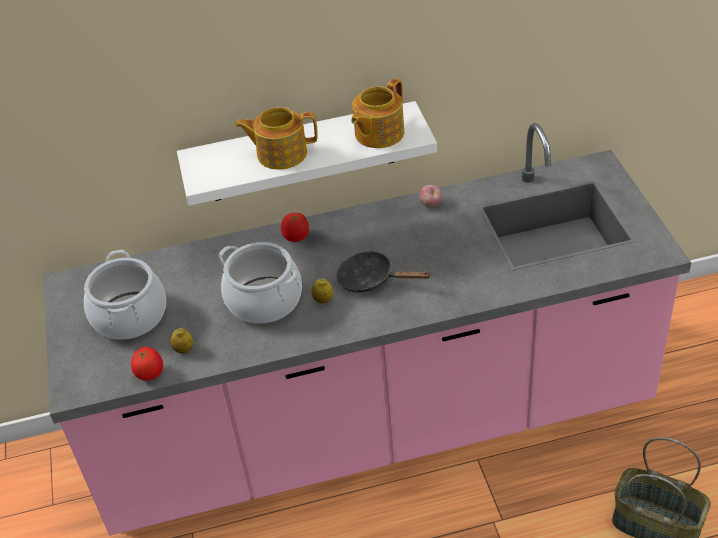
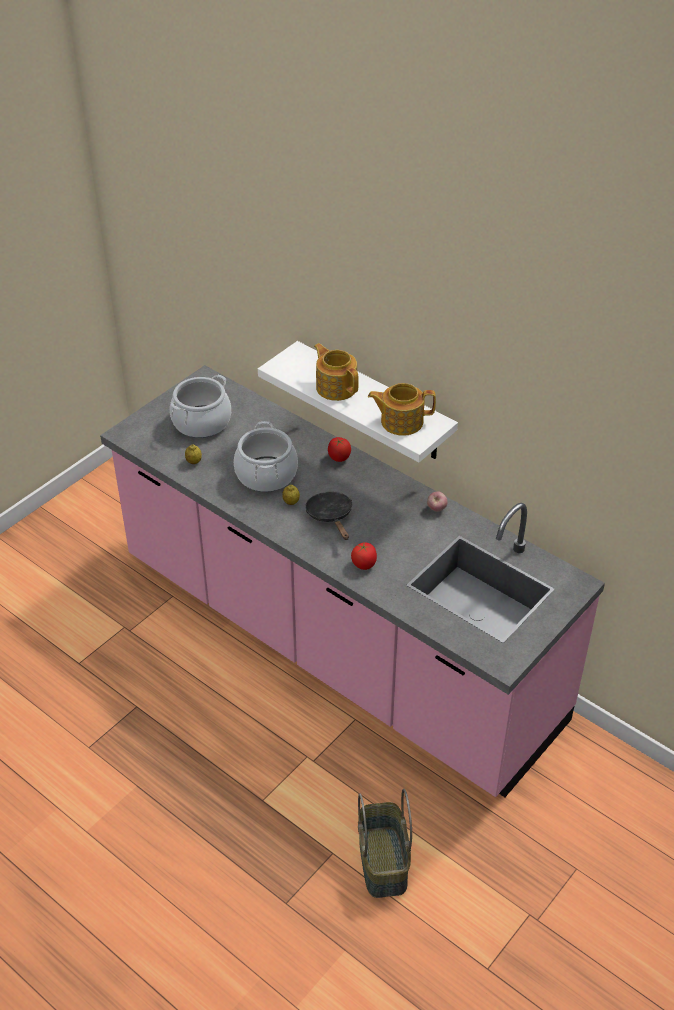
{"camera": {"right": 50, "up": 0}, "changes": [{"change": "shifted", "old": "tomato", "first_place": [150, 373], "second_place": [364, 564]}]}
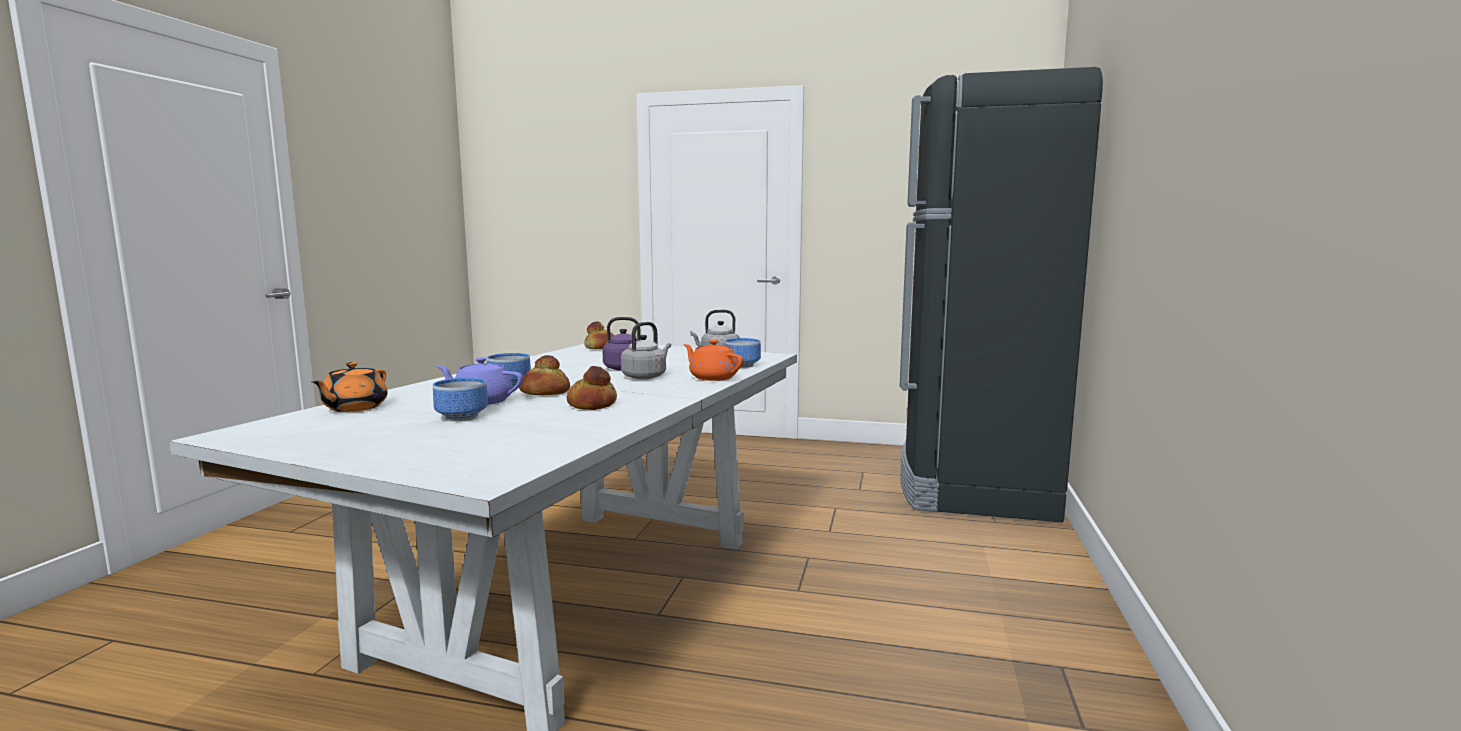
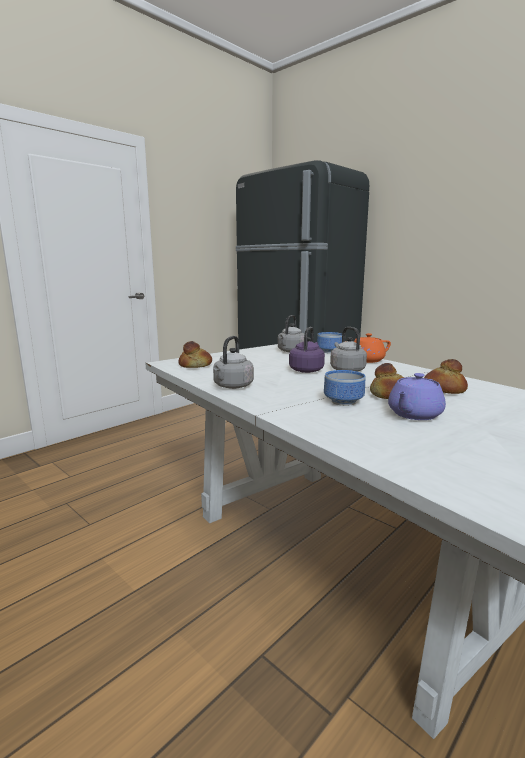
{"camera": {"right": -60, "up": 5}, "changes": [{"change": "gone", "old": "teapot in orange", "first_place": [354, 408]}, {"change": "gone", "old": "bowl", "first_place": [463, 416]}, {"change": "new", "new": "kettle in grey", "second_place": [232, 386]}]}
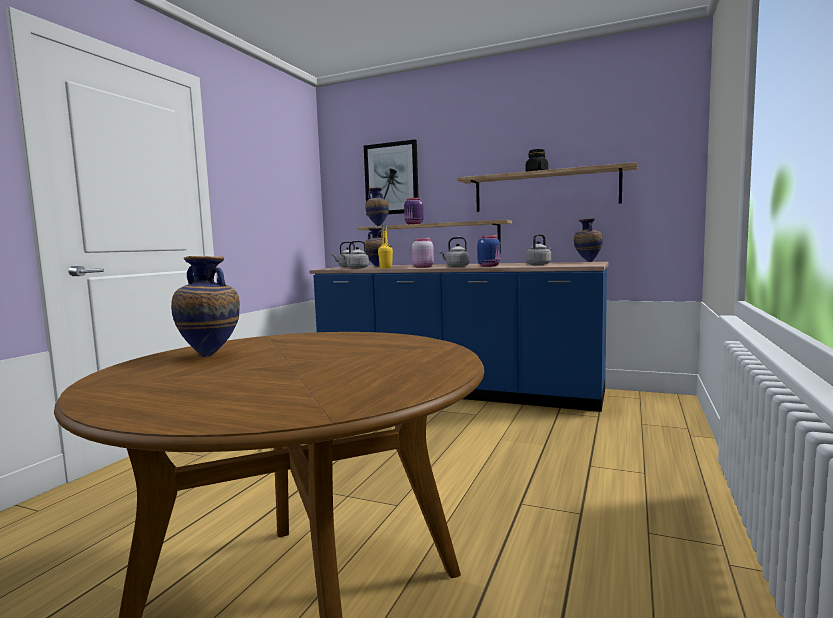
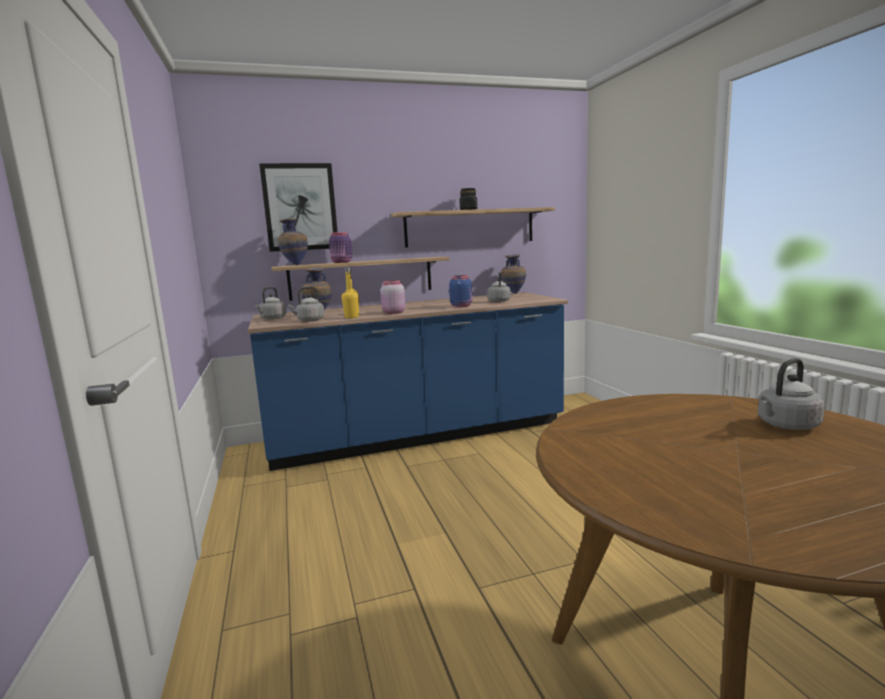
{"camera": {"right": -40, "up": 5}, "changes": [{"change": "shifted", "old": "kettle in grey", "first_place": [456, 266], "second_place": [786, 426]}, {"change": "gone", "old": "vase", "first_place": [211, 355]}]}
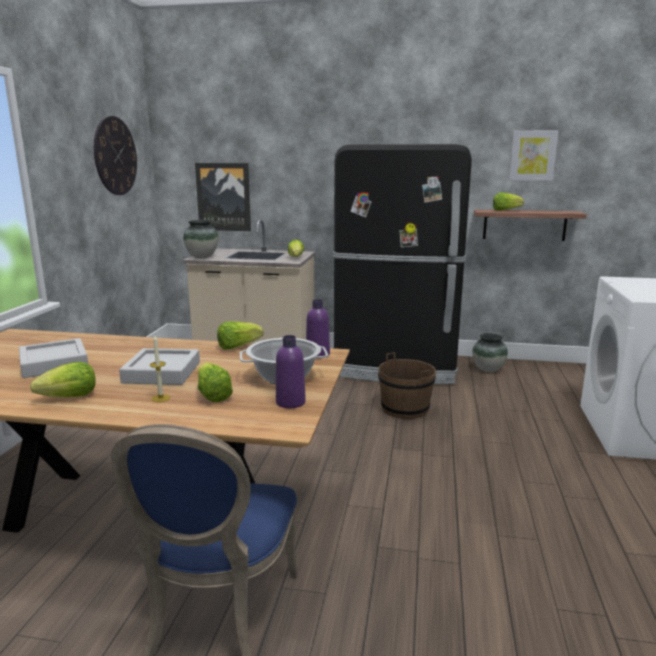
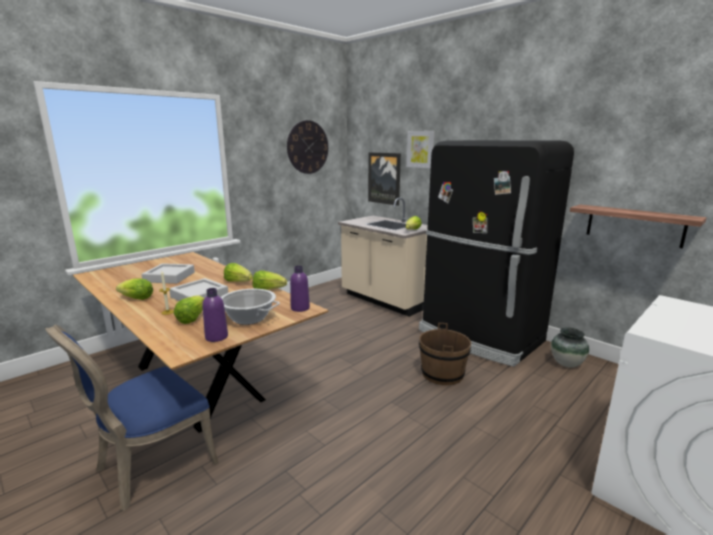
{"camera": {"right": 35, "up": 0}, "changes": [{"change": "shifted", "old": "picture", "first_place": [533, 155], "second_place": [420, 149]}, {"change": "shifted", "old": "lettuce", "first_place": [505, 210], "second_place": [238, 282]}, {"change": "gone", "old": "vase", "first_place": [202, 257]}]}
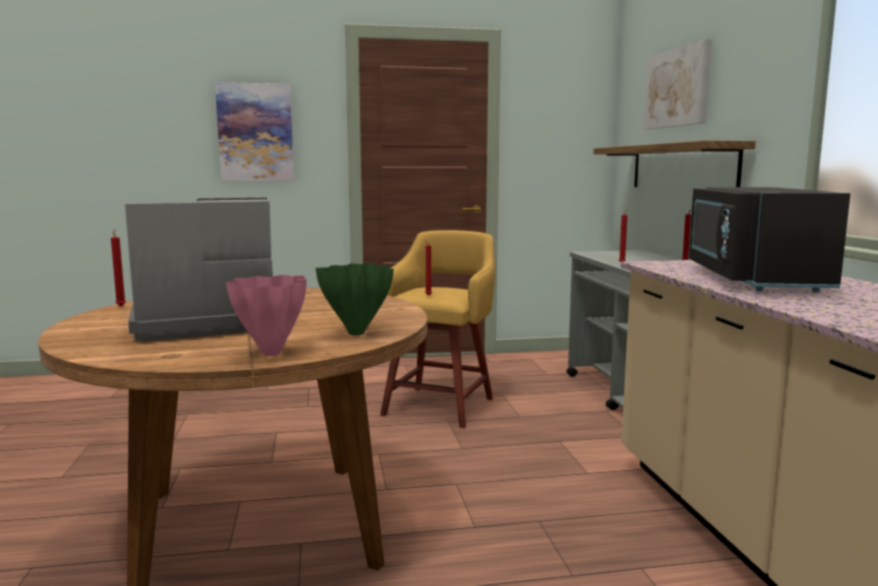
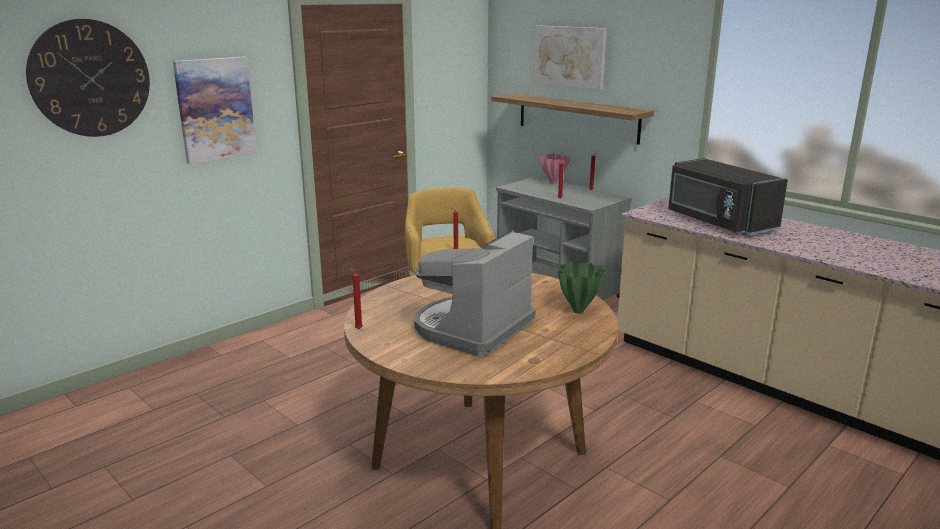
{"camera": {"right": -35, "up": 10}, "changes": [{"change": "shifted", "old": "vase in pink", "first_place": [270, 353], "second_place": [553, 183]}, {"change": "new", "new": "wall clock", "second_place": [90, 78]}]}
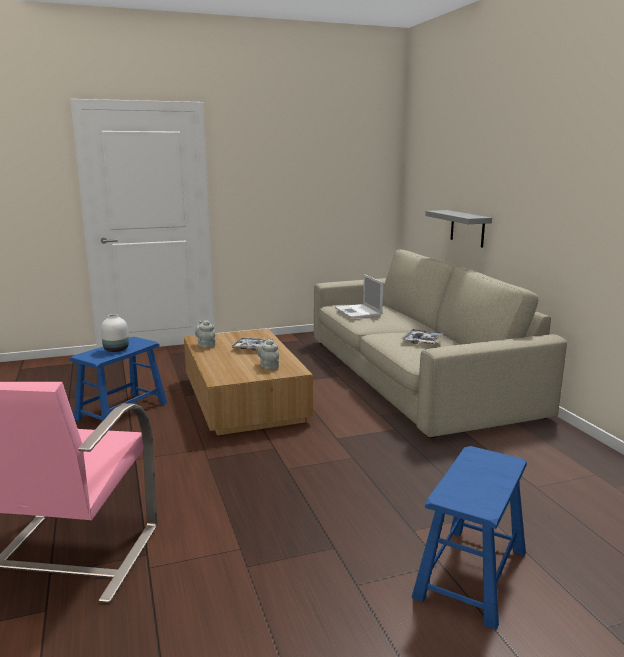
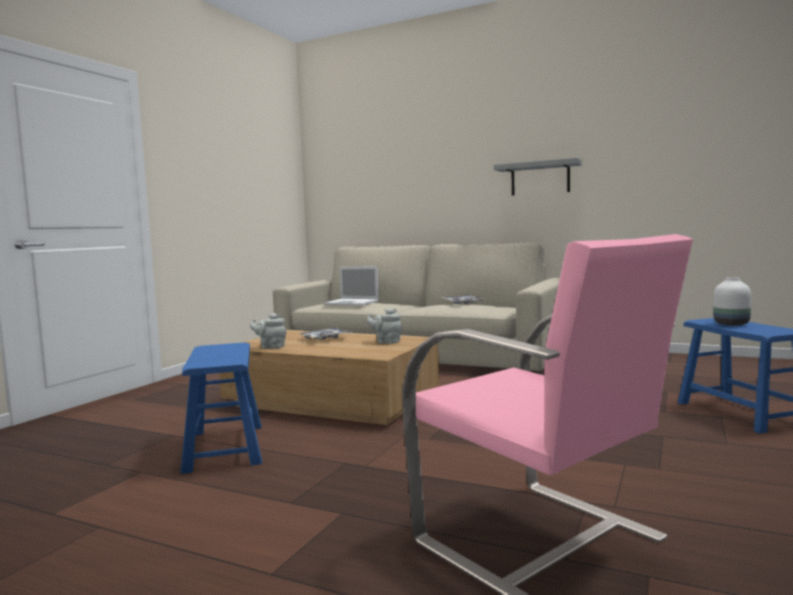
{"camera": {"right": -45, "up": -10}, "changes": [{"change": "shifted", "old": "shelf in grey", "first_place": [467, 228], "second_place": [540, 178]}, {"change": "shifted", "old": "vase in white", "first_place": [115, 349], "second_place": [730, 324]}]}
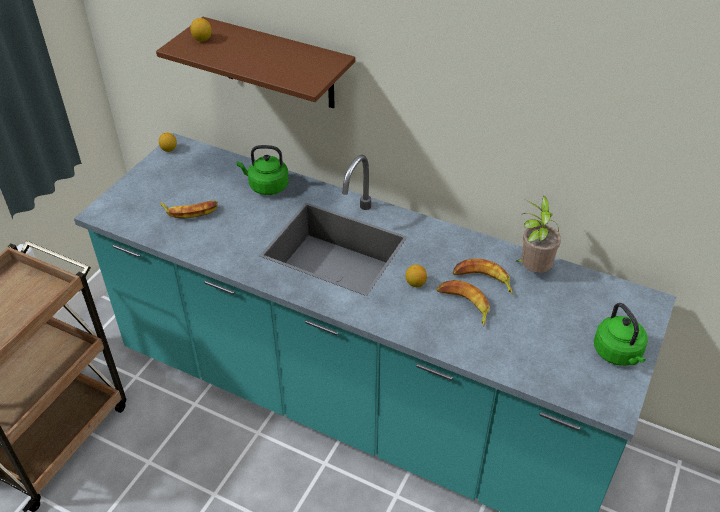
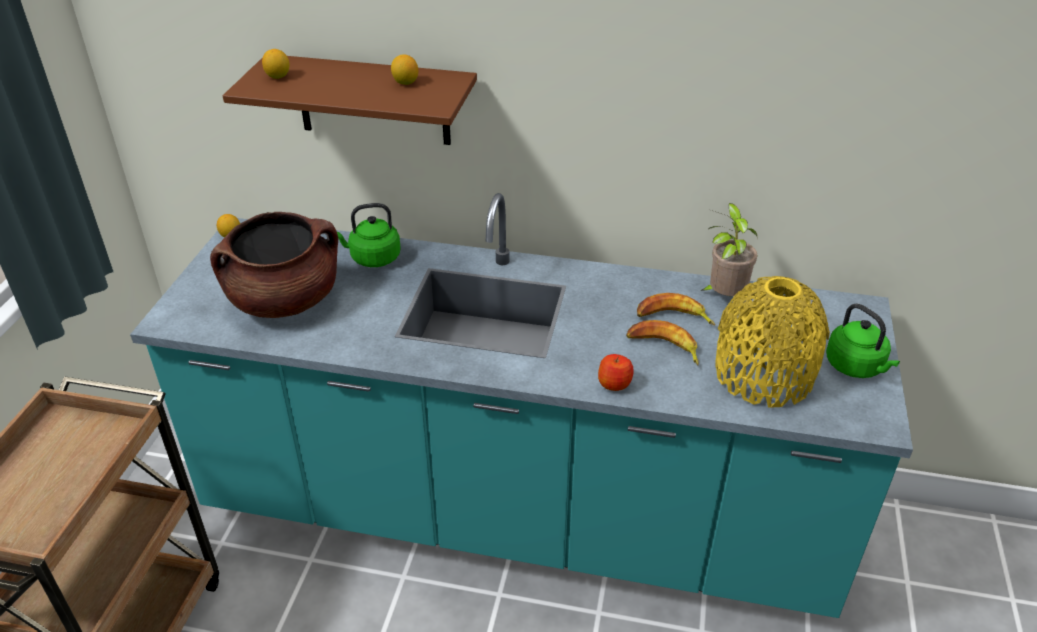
{"camera": {"right": -15, "up": -5}, "changes": [{"change": "swapped", "old": "banana", "new": "cooking pot in brown", "first_place": [190, 211], "second_place": [285, 300]}, {"change": "shifted", "old": "lemon", "first_place": [415, 283], "second_place": [405, 82]}, {"change": "new", "new": "vase in yellow", "second_place": [763, 374]}, {"change": "new", "new": "apple", "second_place": [614, 383]}]}
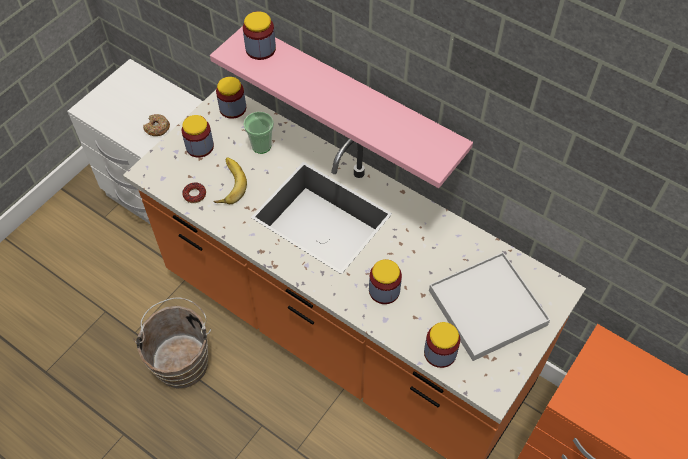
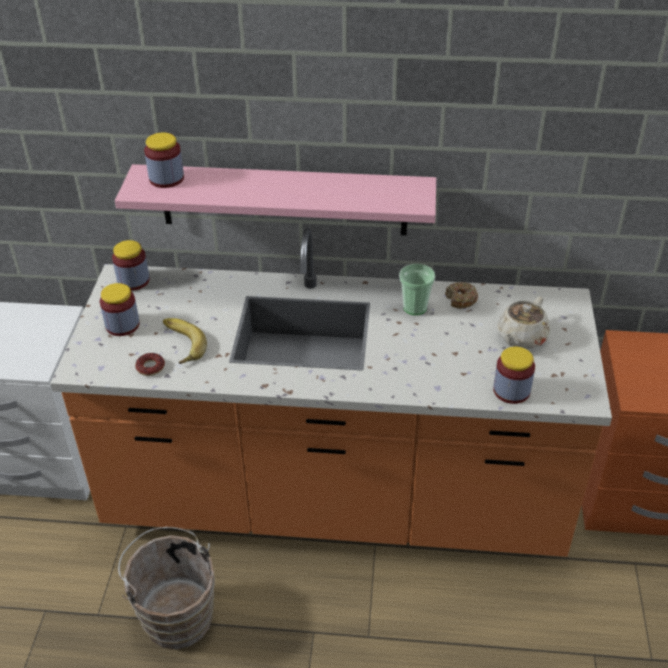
{"camera": {"right": -30, "up": -15}, "changes": [{"change": "shifted", "old": "cup", "first_place": [261, 146], "second_place": [415, 307]}, {"change": "shifted", "old": "donut", "first_place": [157, 128], "second_place": [461, 299]}, {"change": "swapped", "old": "tray in white", "new": "teapot in beige", "first_place": [487, 307], "second_place": [521, 337]}, {"change": "gone", "old": "jar", "first_place": [384, 290]}]}
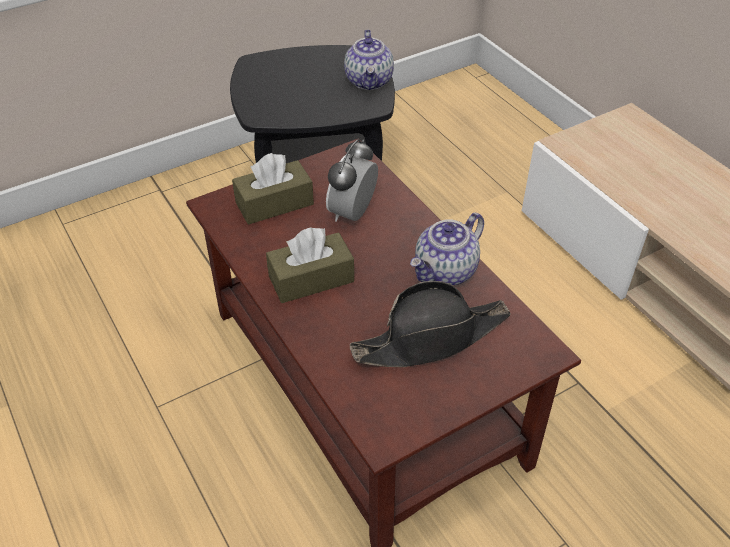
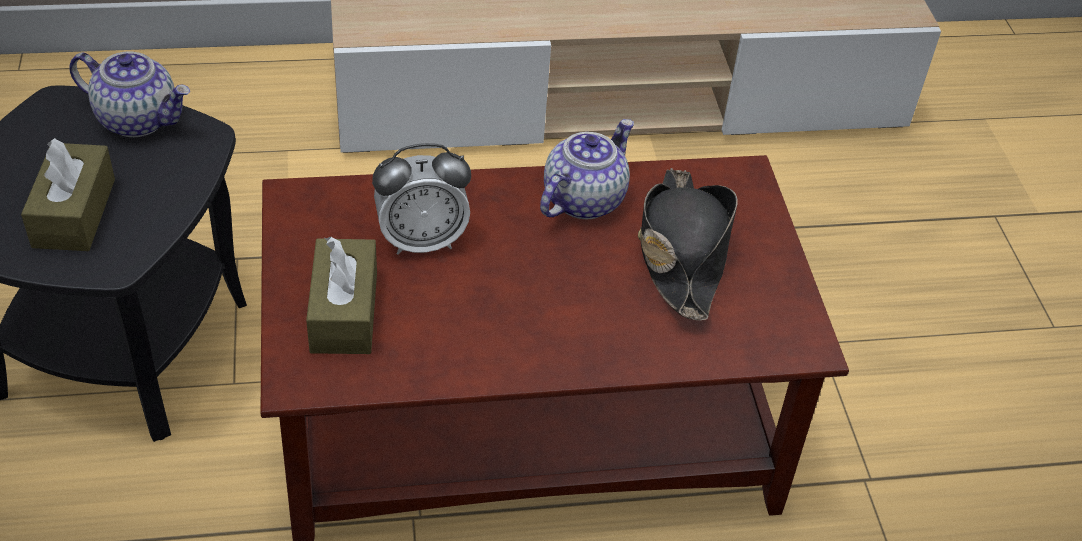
{"camera": {"right": -70, "up": 0}, "changes": [{"change": "rotated", "old": "alarm clock", "first_place": [352, 213], "second_place": [422, 241], "degrees": -60}, {"change": "rotated", "old": "teapot", "first_place": [446, 271], "second_place": [583, 199], "degrees": -120}, {"change": "shifted", "old": "tissue box in brown", "first_place": [311, 279], "second_place": [74, 213]}]}
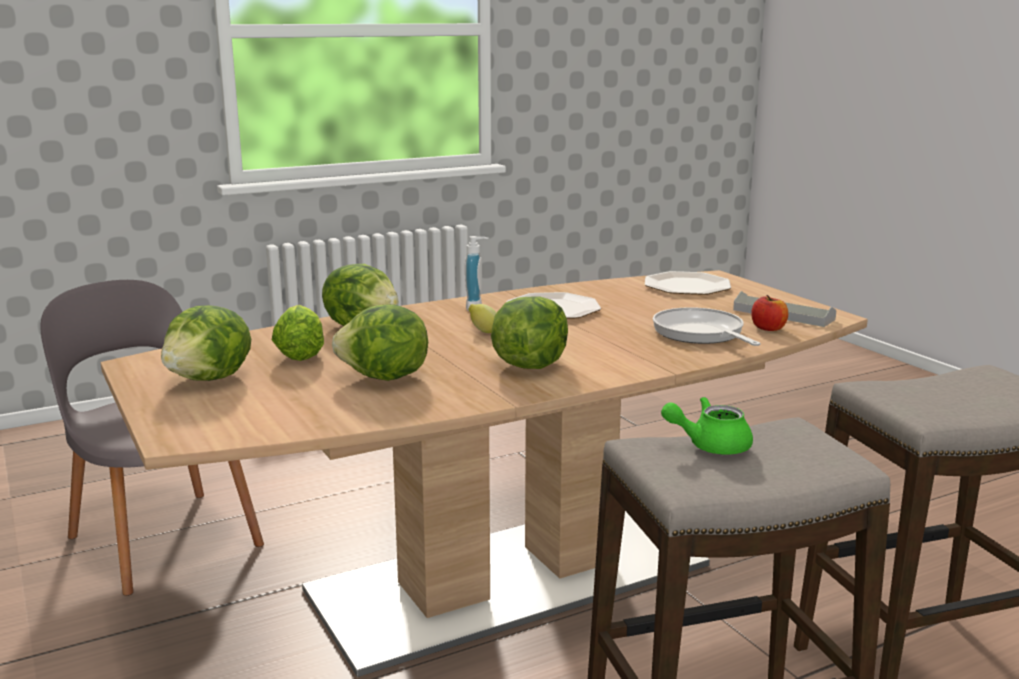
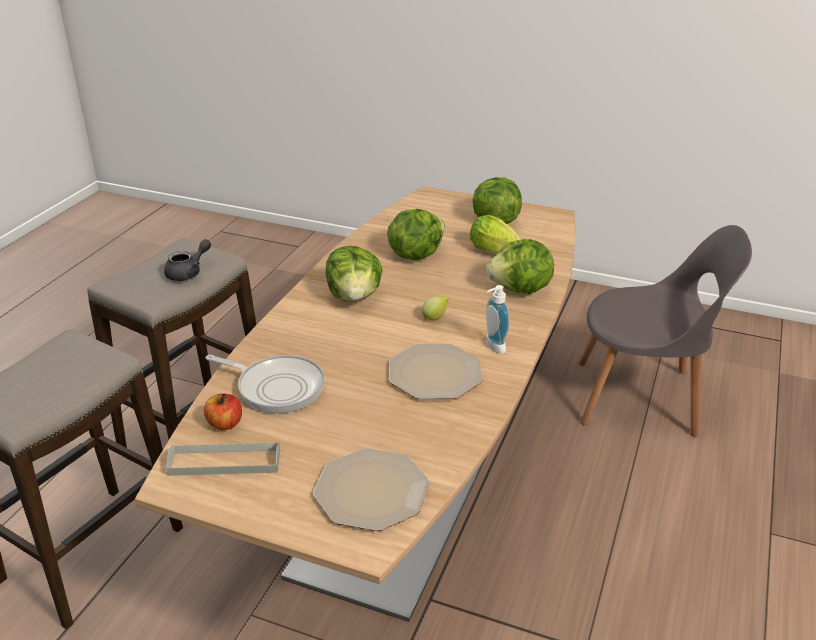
{"camera": {"right": 140, "up": 15}, "changes": [{"change": "repainted", "old": "teapot in green", "new": "teapot in grey", "first_place": [710, 446], "second_place": [188, 273]}]}
